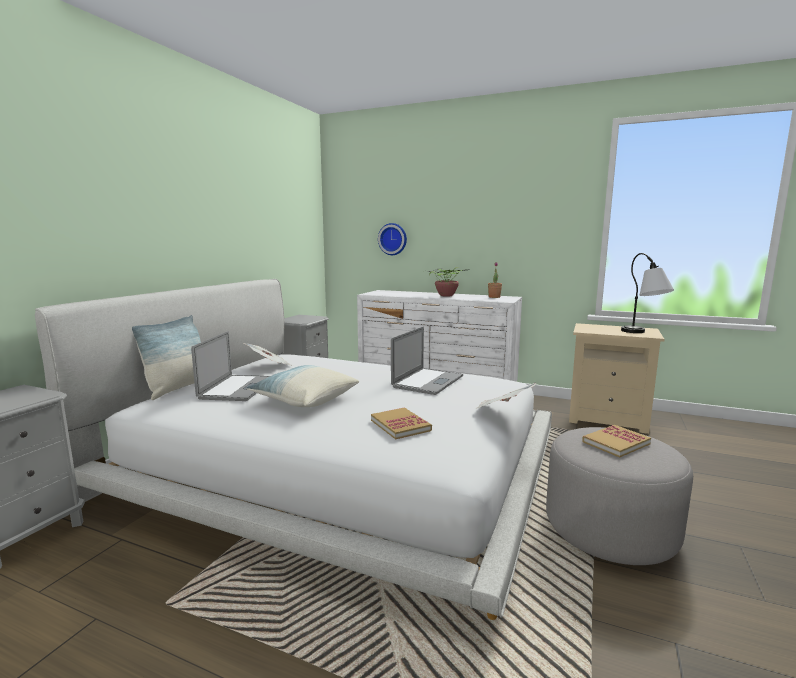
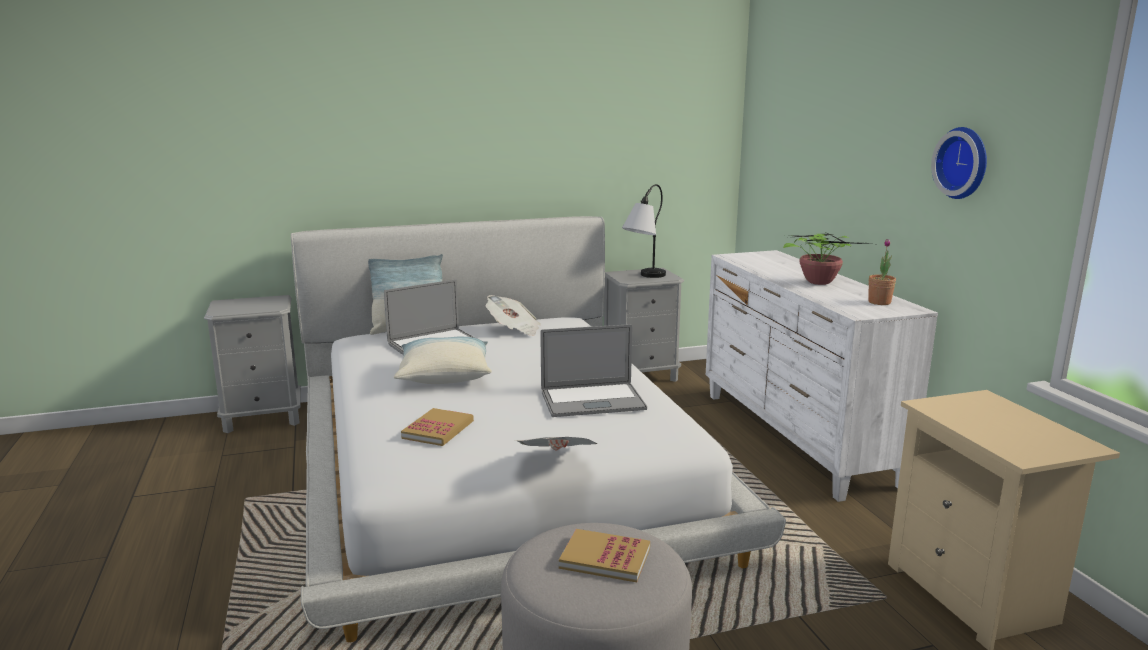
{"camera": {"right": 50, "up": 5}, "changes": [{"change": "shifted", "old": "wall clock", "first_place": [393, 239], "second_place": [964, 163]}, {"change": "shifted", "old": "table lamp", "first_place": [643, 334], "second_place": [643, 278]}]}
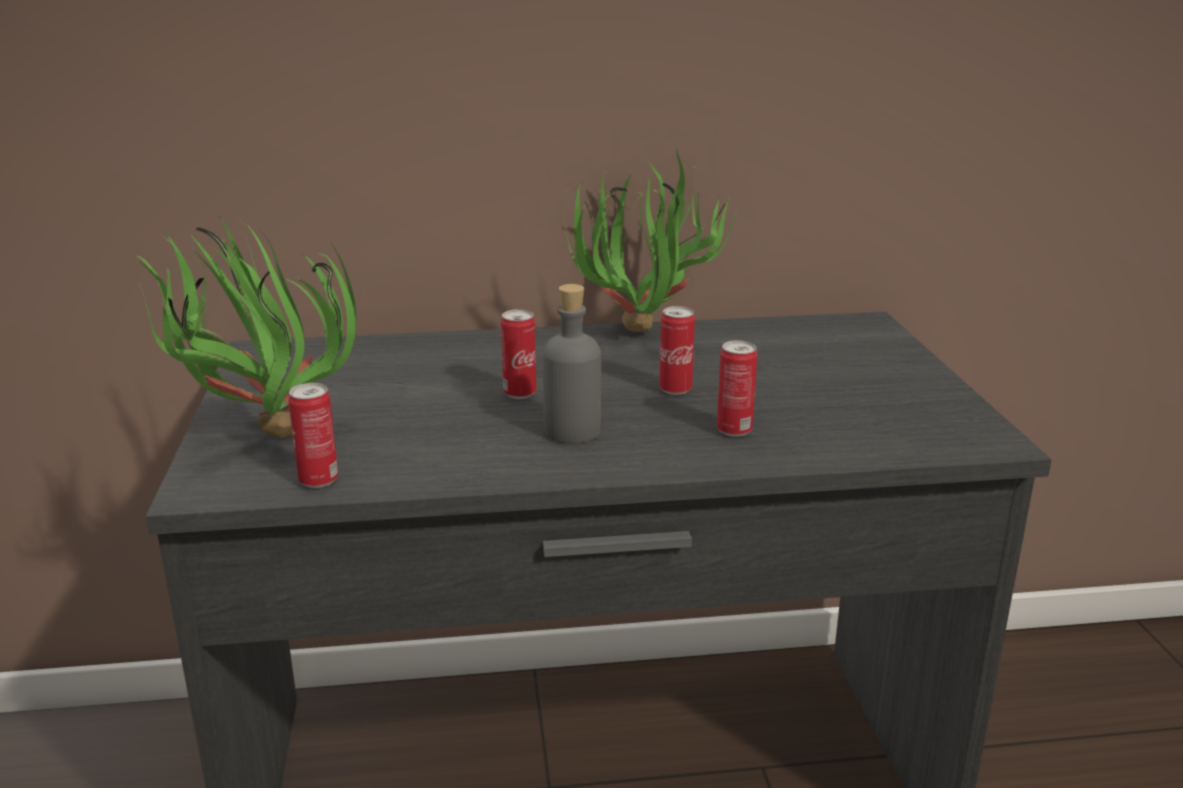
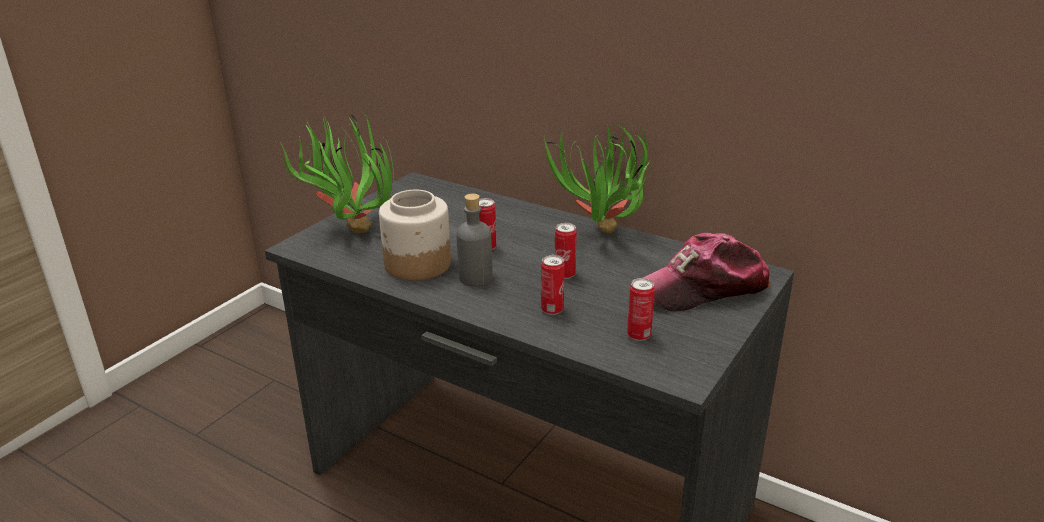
{"camera": {"right": 40, "up": 5}, "changes": [{"change": "shifted", "old": "can", "first_place": [318, 480], "second_place": [639, 335]}, {"change": "new", "new": "jar", "second_place": [417, 265]}, {"change": "new", "new": "cap", "second_place": [704, 288]}]}
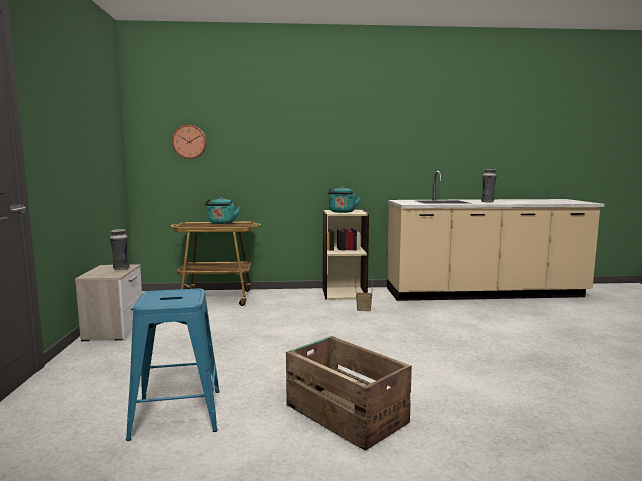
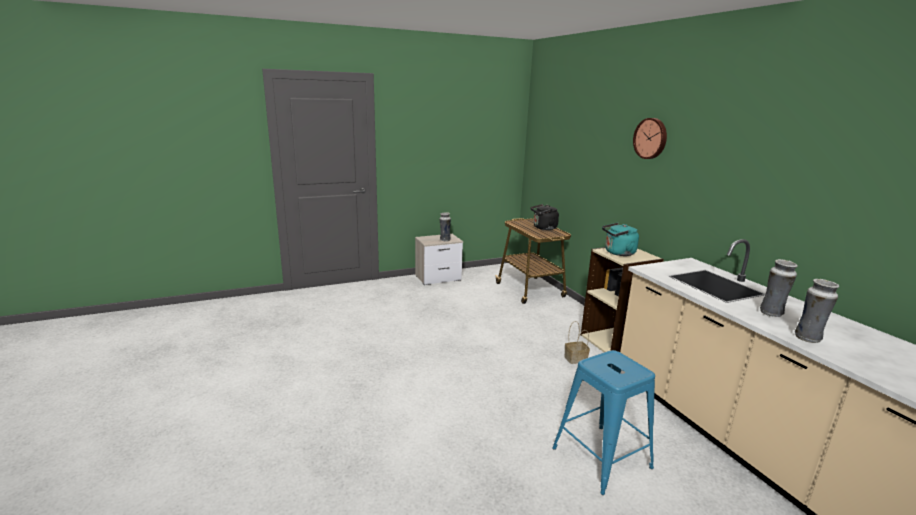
{"camera": {"right": 70, "up": 10}, "changes": [{"change": "shifted", "old": "wall clock", "first_place": [189, 142], "second_place": [651, 138]}, {"change": "repainted", "old": "kettle in turquoise", "new": "kettle in black", "first_place": [221, 223], "second_place": [543, 228]}, {"change": "shifted", "old": "stool in blue", "first_place": [176, 414], "second_place": [601, 458]}, {"change": "gone", "old": "crate", "first_place": [345, 413]}, {"change": "new", "new": "vase", "second_place": [808, 338]}]}
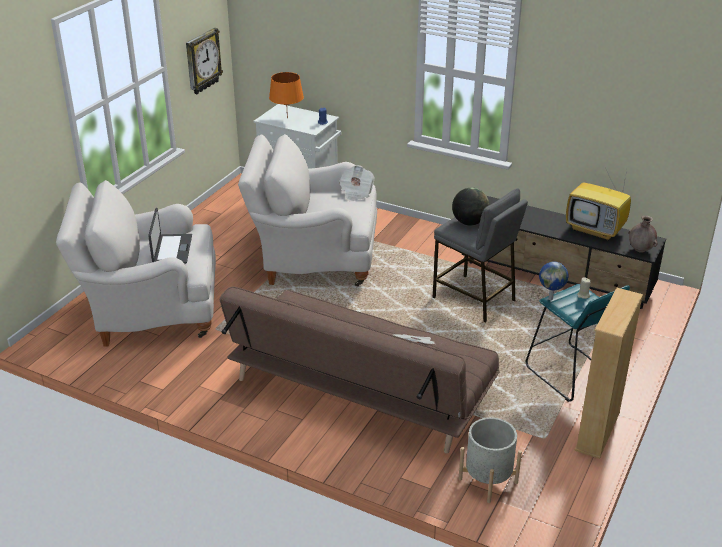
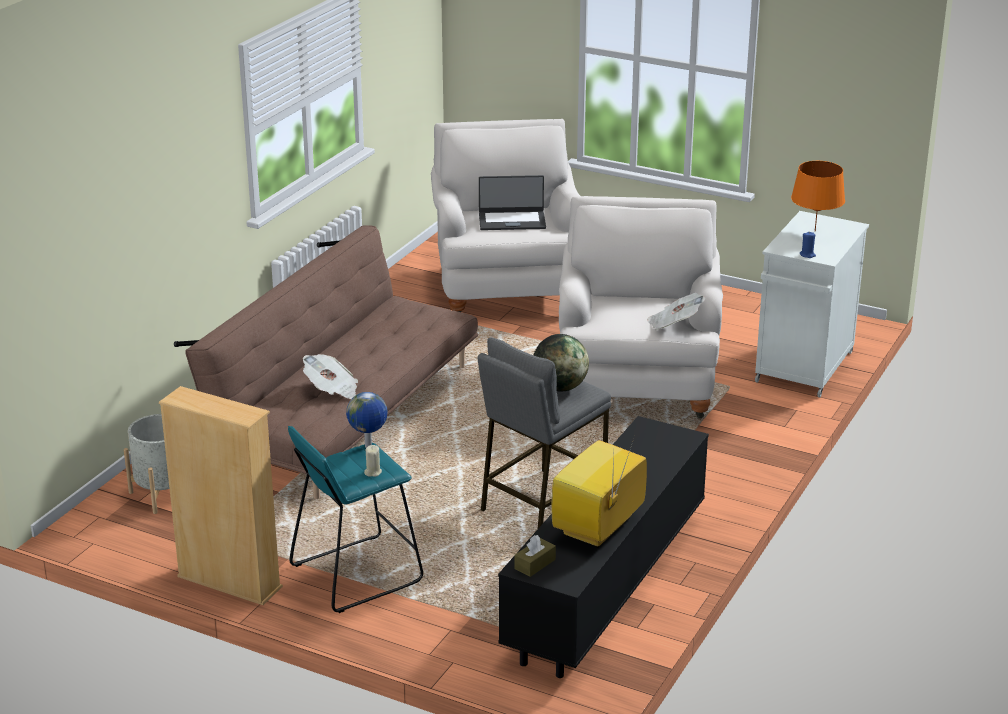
{"camera": {"right": 90, "up": -5}, "changes": [{"change": "gone", "old": "wall clock", "first_place": [202, 61]}, {"change": "swapped", "old": "vase in brown", "new": "tissue box in brown", "first_place": [640, 250], "second_place": [535, 564]}]}
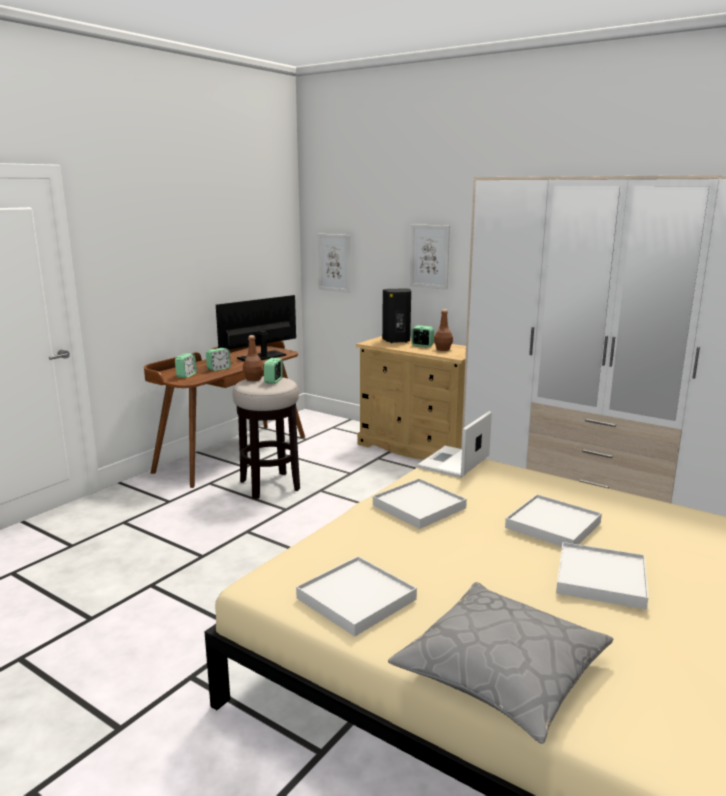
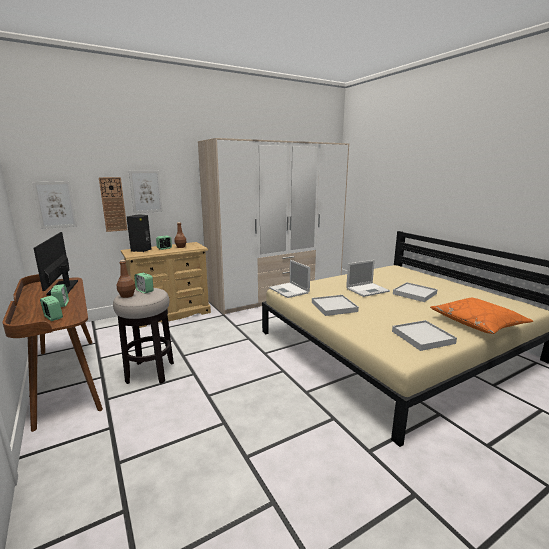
{"camera": {"right": -65, "up": 0}, "changes": [{"change": "swapped", "old": "tray in white", "new": "laptop", "first_place": [553, 525], "second_place": [368, 290]}, {"change": "repainted", "old": "pillow in grey", "new": "pillow in orange", "first_place": [502, 671], "second_place": [477, 323]}, {"change": "new", "new": "wall clock", "second_place": [113, 204]}]}
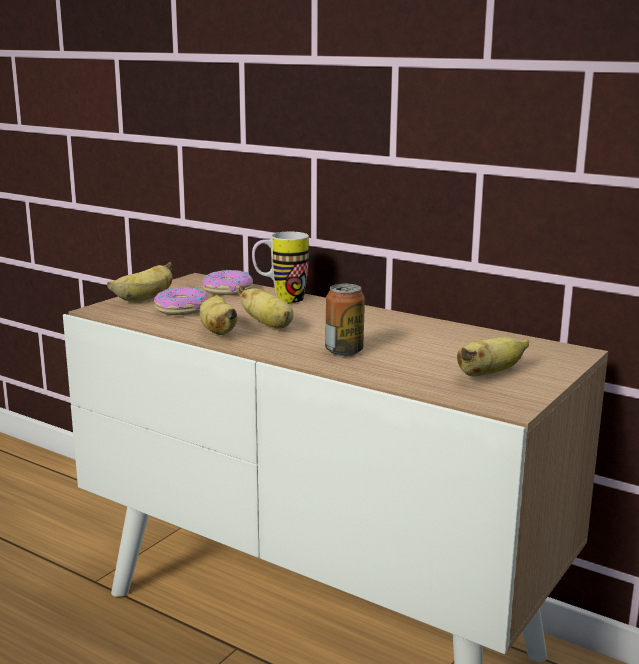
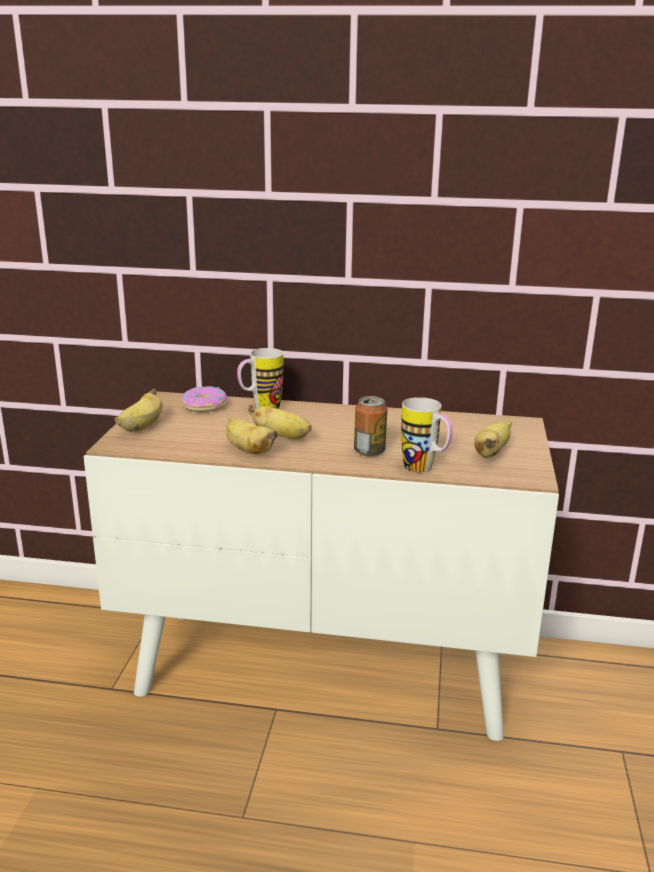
{"camera": {"right": -25, "up": 5}, "changes": [{"change": "gone", "old": "donut", "first_place": [181, 310]}, {"change": "new", "new": "mug", "second_place": [425, 469]}]}
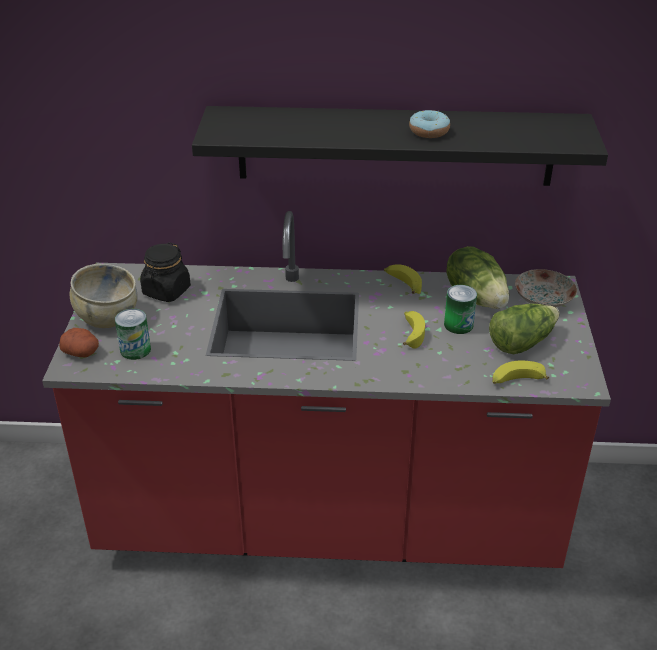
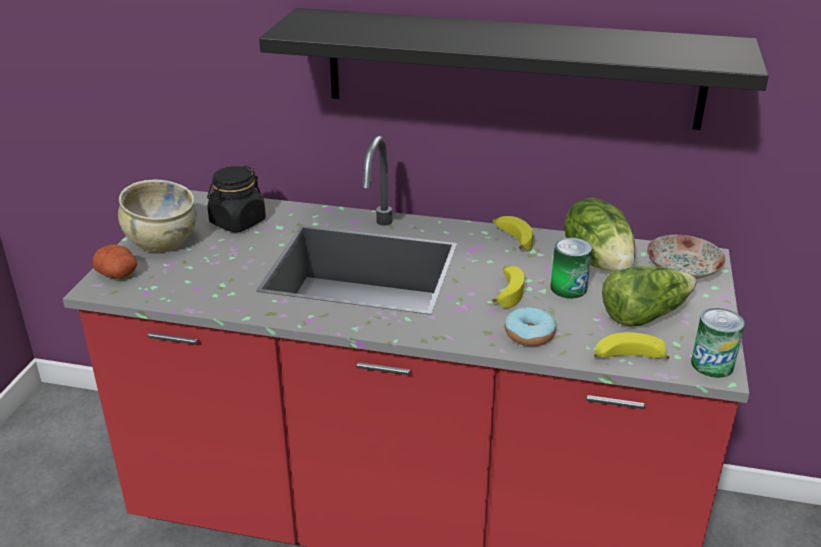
{"camera": {"right": 10, "up": -5}, "changes": [{"change": "shifted", "old": "donut", "first_place": [429, 131], "second_place": [529, 335]}, {"change": "shifted", "old": "can", "first_place": [135, 350], "second_place": [712, 364]}]}
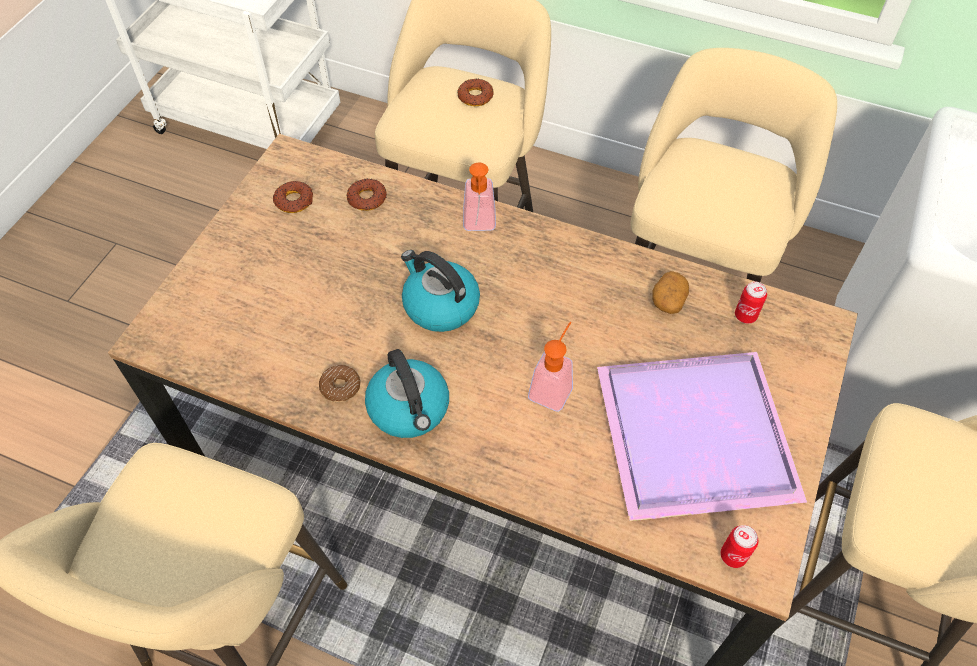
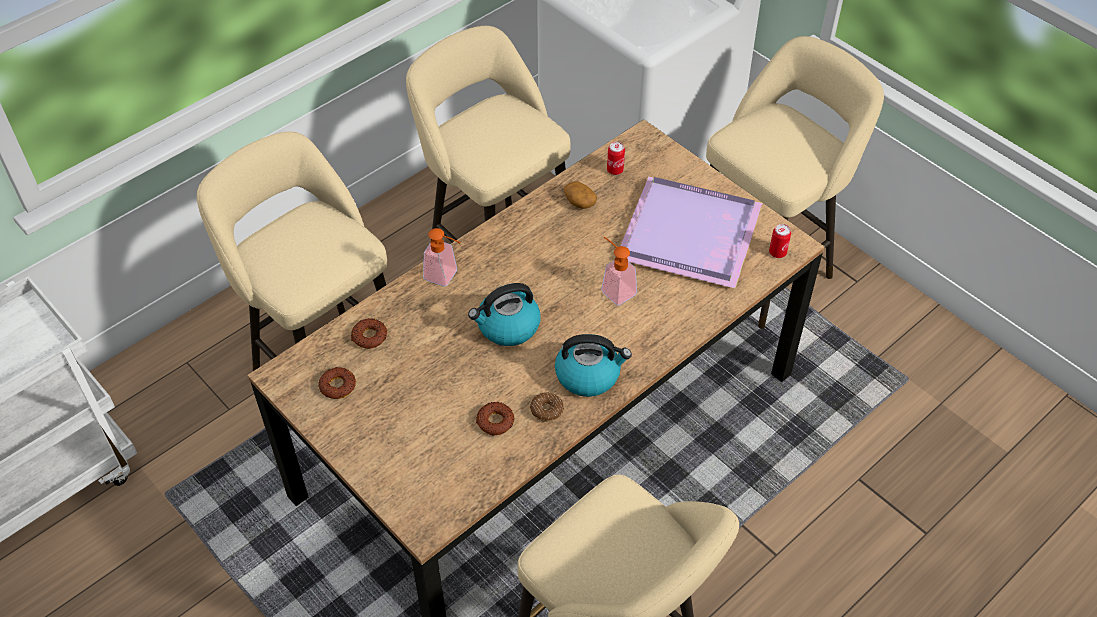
{"camera": {"right": -65, "up": -5}, "changes": [{"change": "shifted", "old": "donut", "first_place": [475, 96], "second_place": [495, 421]}]}
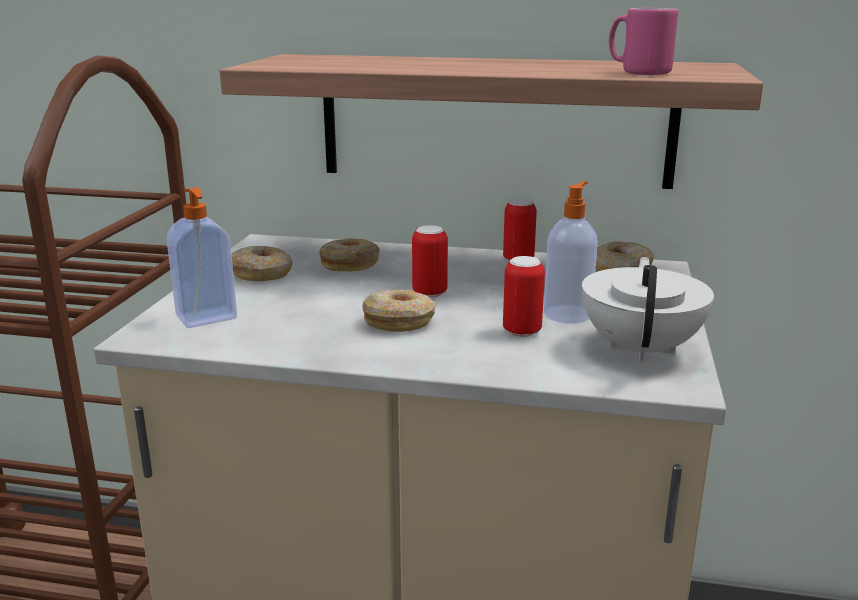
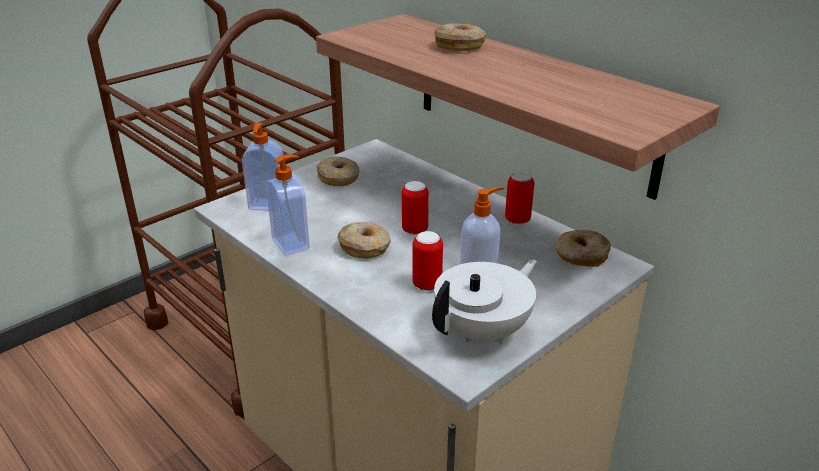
{"camera": {"right": 35, "up": 10}, "changes": [{"change": "gone", "old": "mug in pink", "first_place": [638, 72]}, {"change": "shifted", "old": "donut", "first_place": [350, 264], "second_place": [459, 46]}, {"change": "new", "new": "soap dispenser", "second_place": [292, 244]}]}
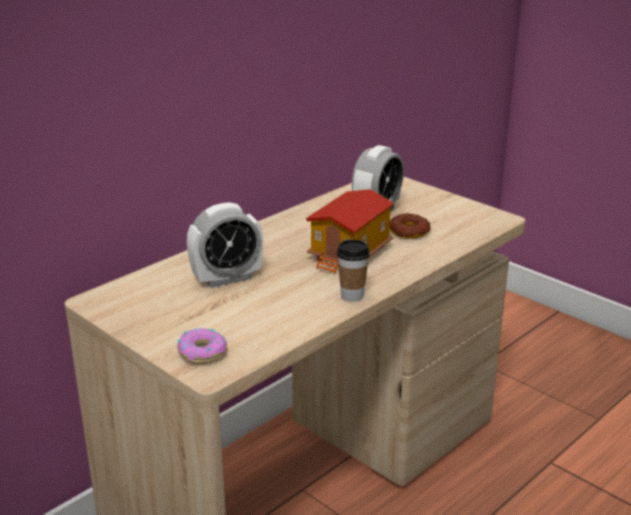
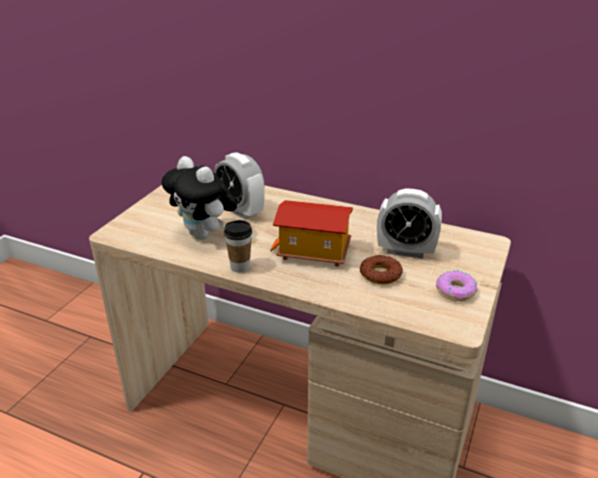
{"camera": {"right": 70, "up": 5}, "changes": [{"change": "shifted", "old": "donut", "first_place": [202, 352], "second_place": [456, 291]}, {"change": "new", "new": "plush toy", "second_place": [204, 235]}]}
